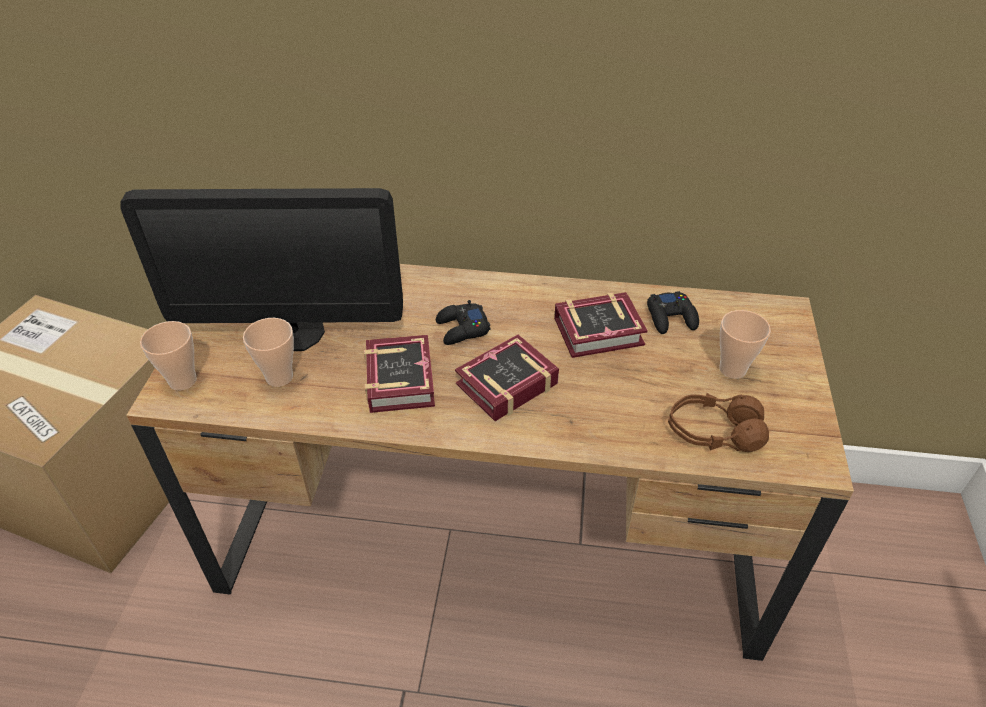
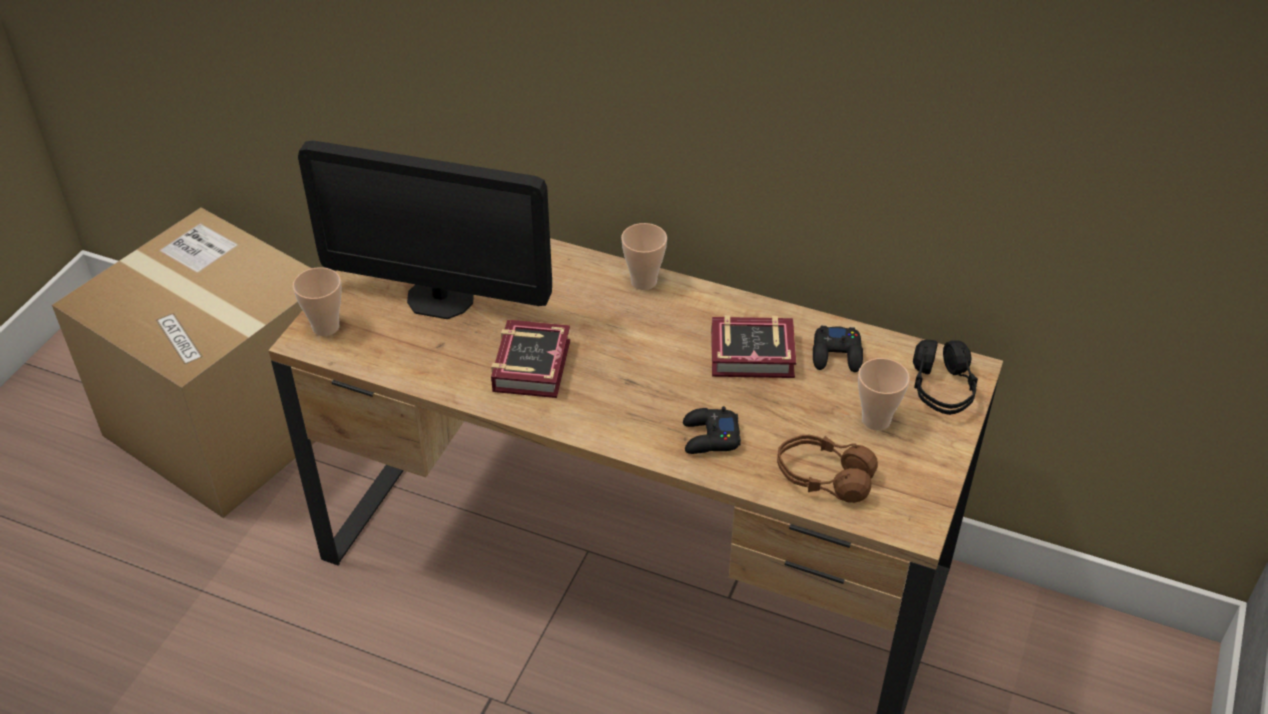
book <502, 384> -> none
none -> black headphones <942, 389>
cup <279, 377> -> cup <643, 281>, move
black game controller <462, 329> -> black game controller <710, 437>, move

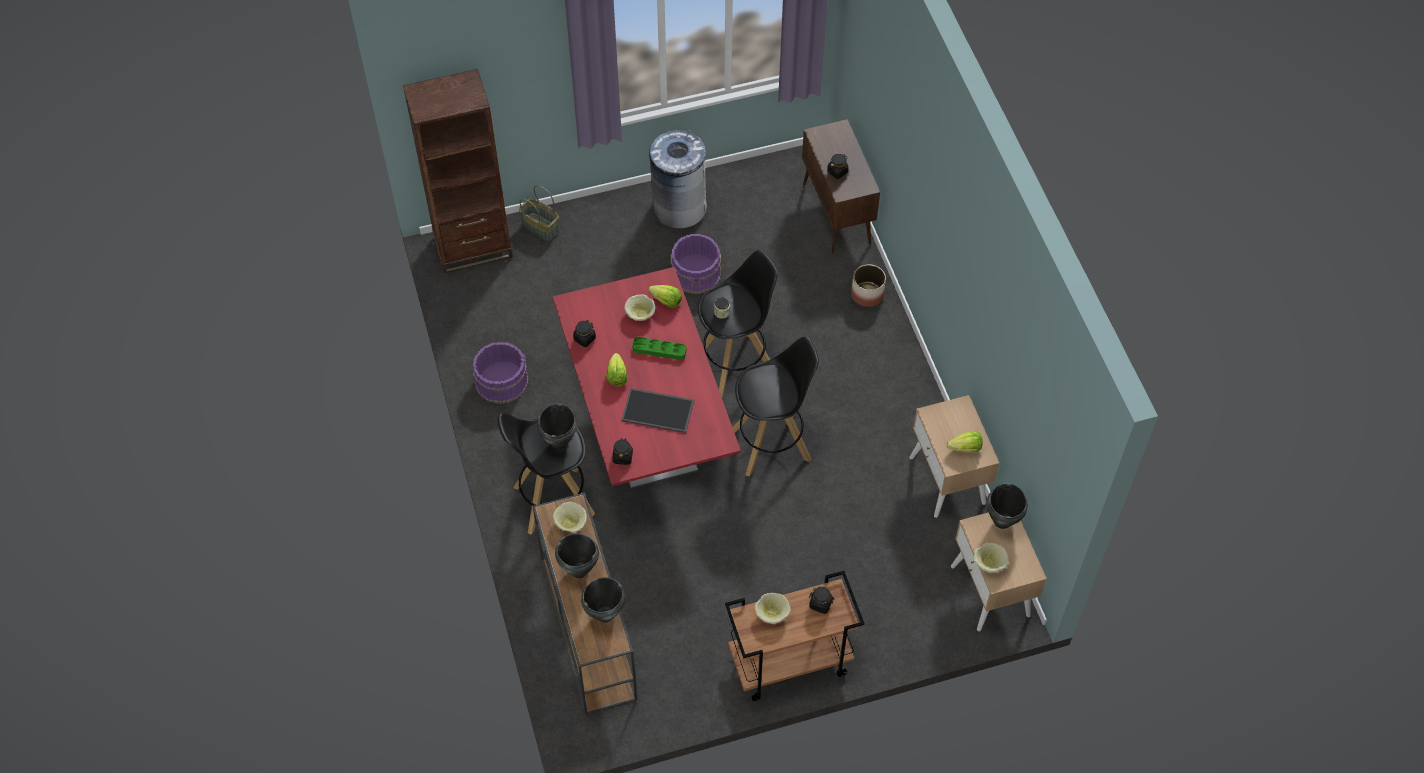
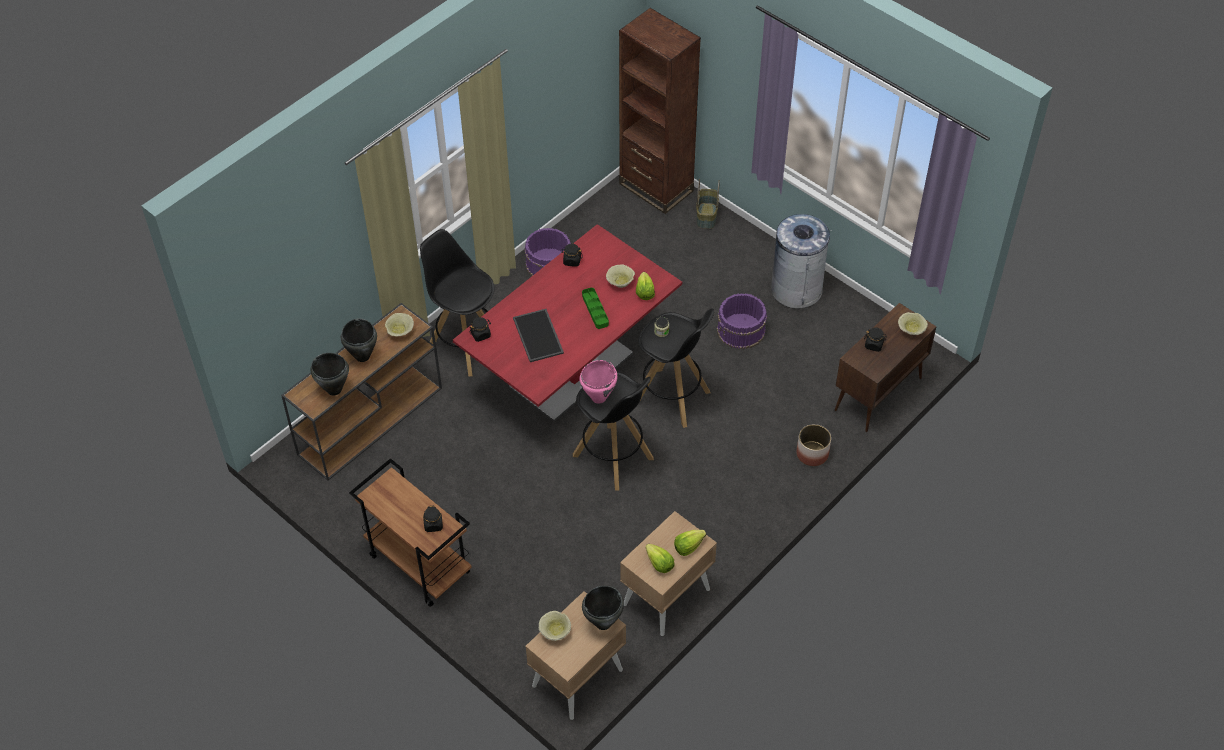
black cooking pot <560, 442> -> none
none -> pink cooking pot <599, 397>
lettuce <617, 376> -> lettuce <688, 546>, move
beige bowl <771, 614> -> beige bowl <910, 330>, move

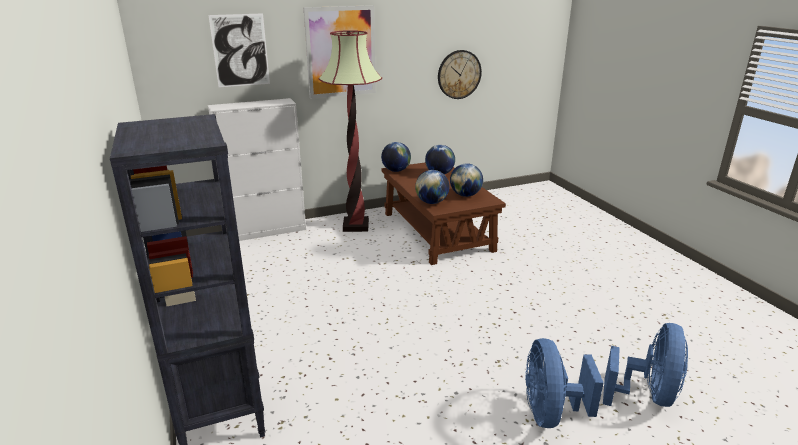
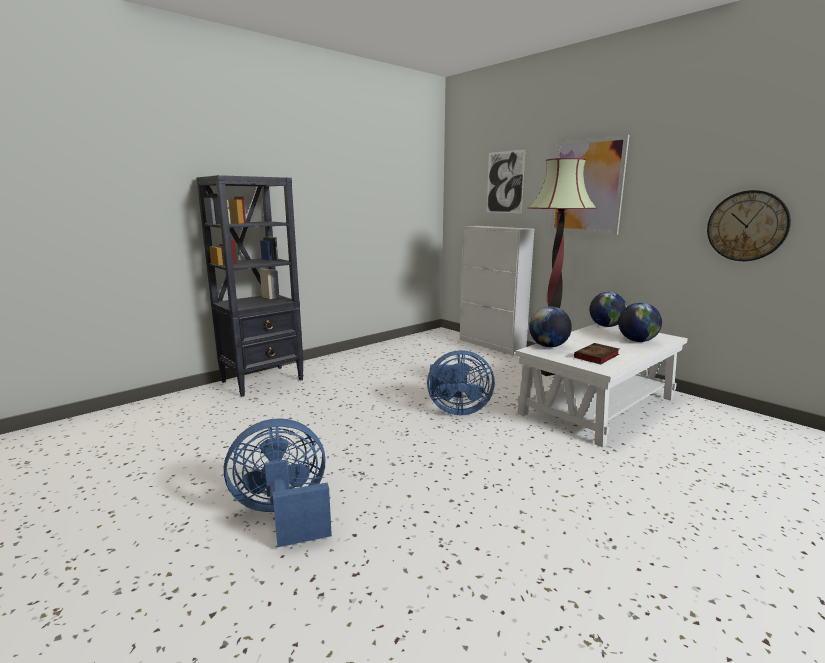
blue fan <647, 395> -> blue fan <456, 410>, move
globe <465, 195> -> book <596, 356>
brown coffee table <437, 231> -> white coffee table <598, 406>

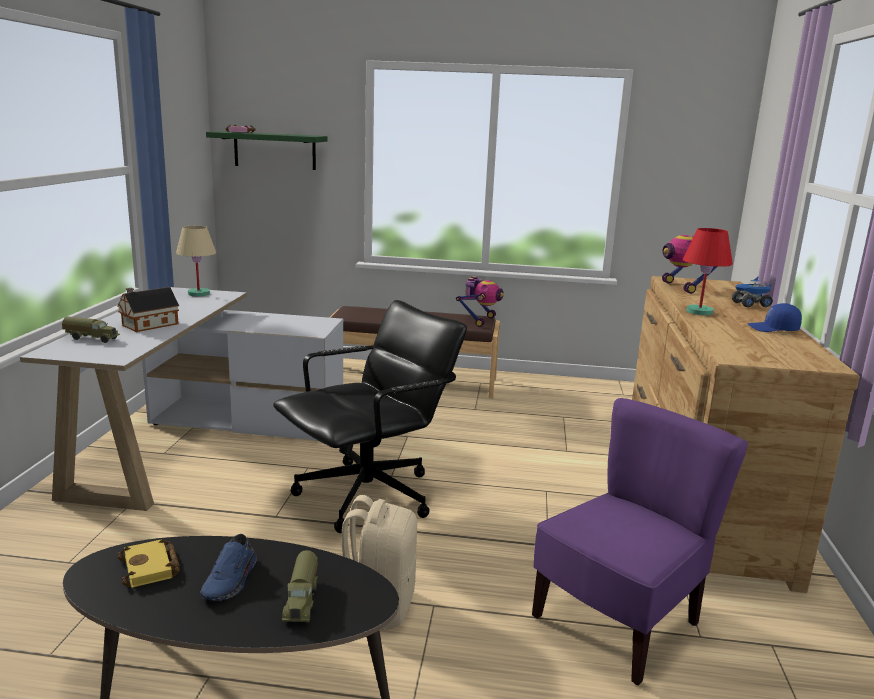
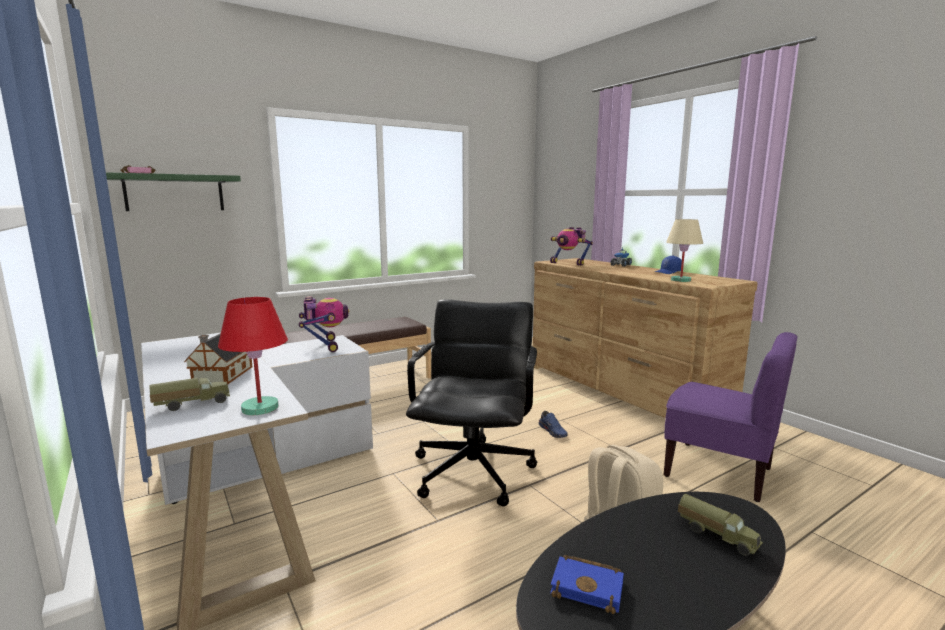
beige table lamp <199, 293> -> beige table lamp <680, 280>, move
blue shoe <232, 581> -> blue shoe <553, 431>, move
toy robot <480, 321> -> toy robot <324, 346>, move
red table lamp <699, 312> -> red table lamp <260, 408>, move
yellow book <151, 568> -> blue book <589, 587>
purple chair <618, 622> -> purple chair <718, 471>, 120 degrees clockwise

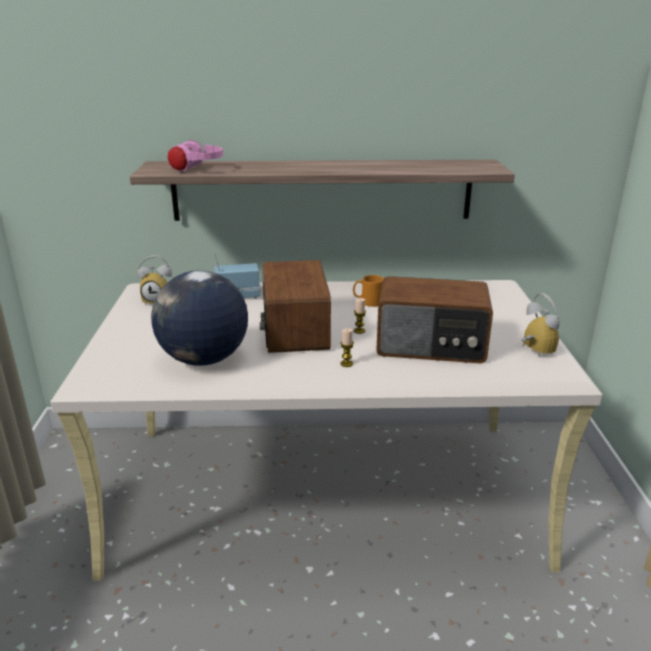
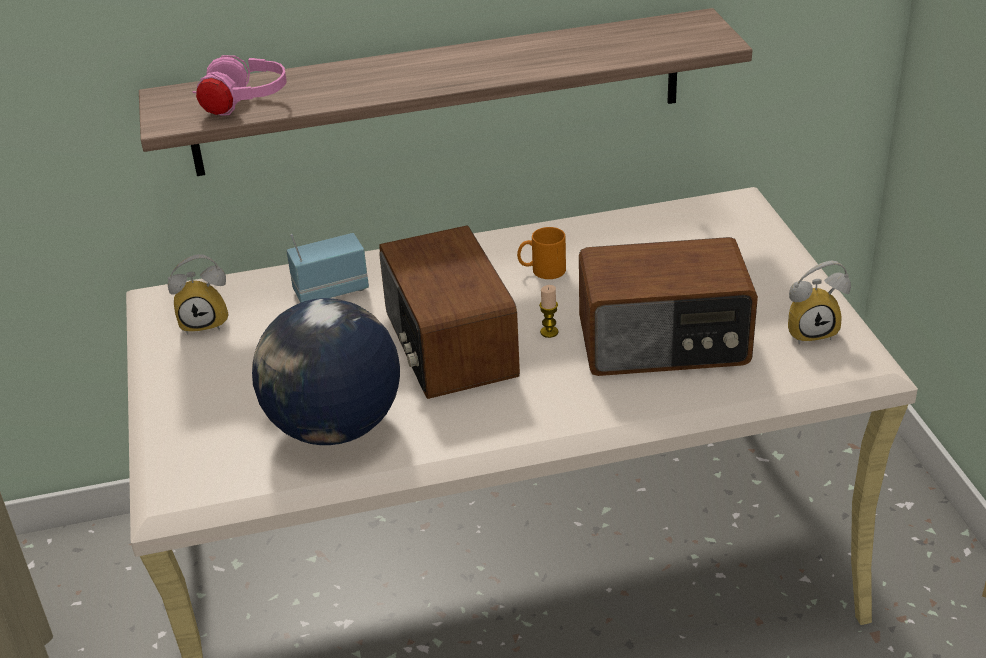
candle <346, 364> -> none
alarm clock <532, 351> -> alarm clock <811, 330>, 120 degrees clockwise

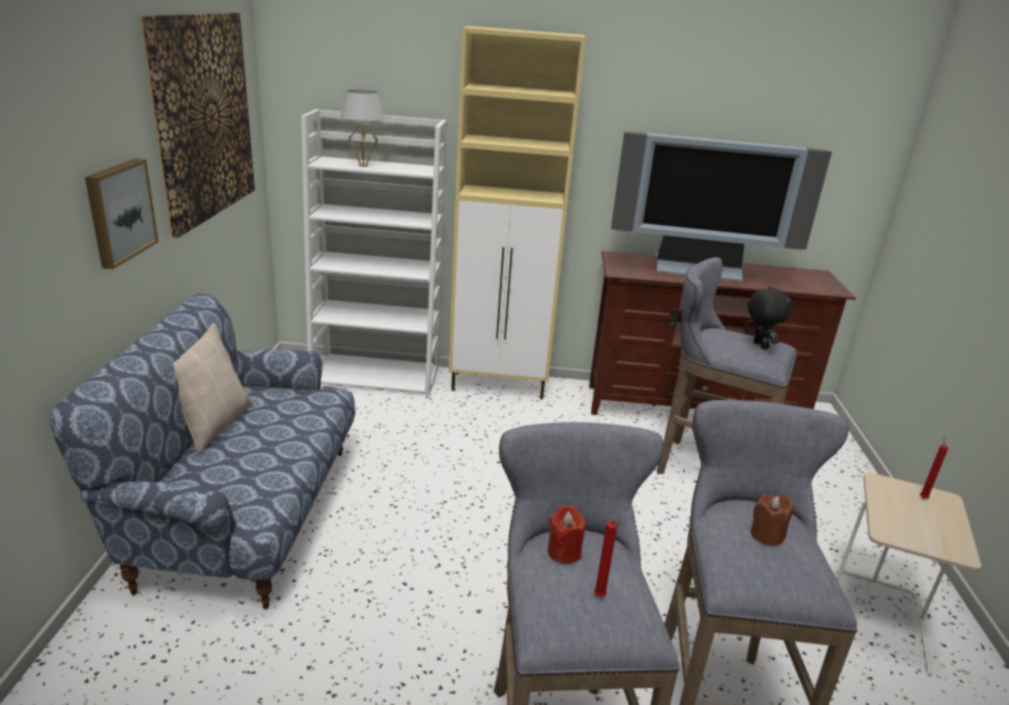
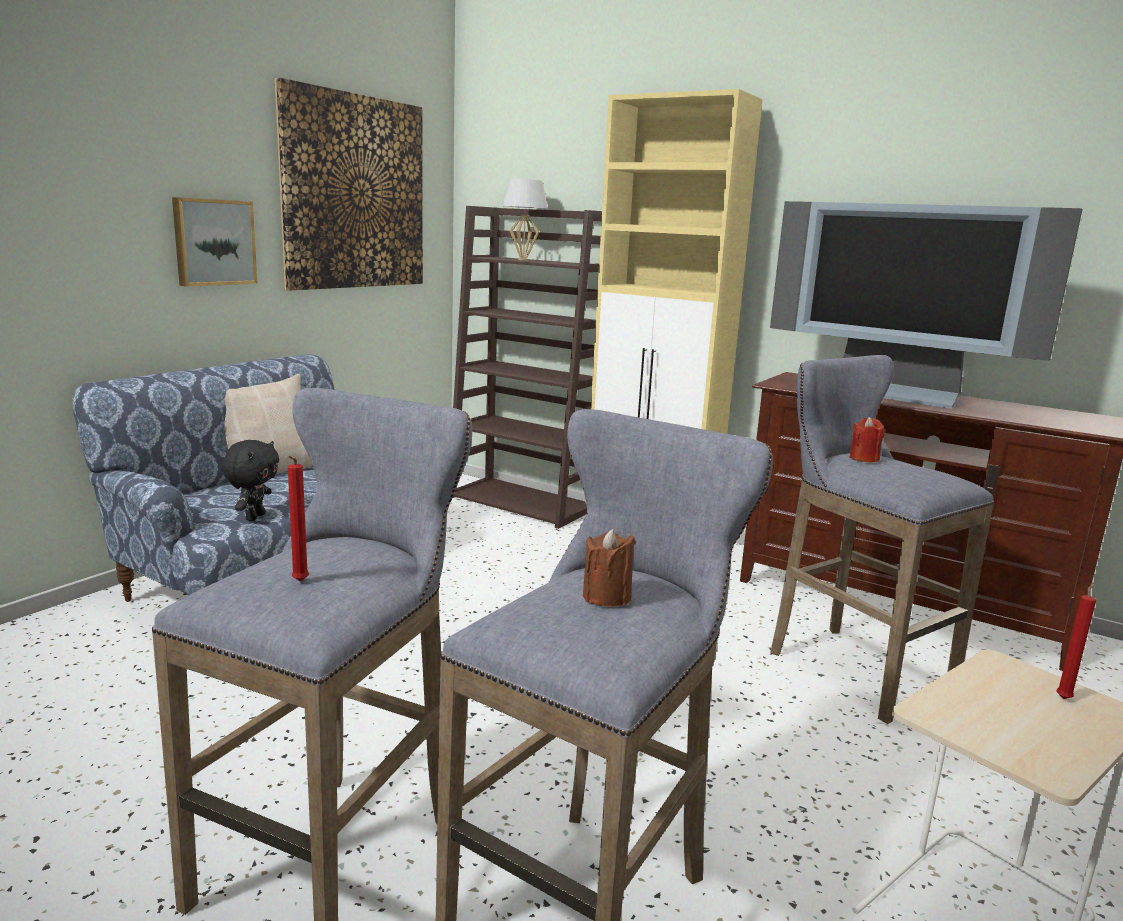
red candle <564, 552> -> red candle <864, 458>, move
black plush toy <759, 346> -> black plush toy <254, 517>, move
white bookcase <377, 375> -> brown bookcase <523, 503>

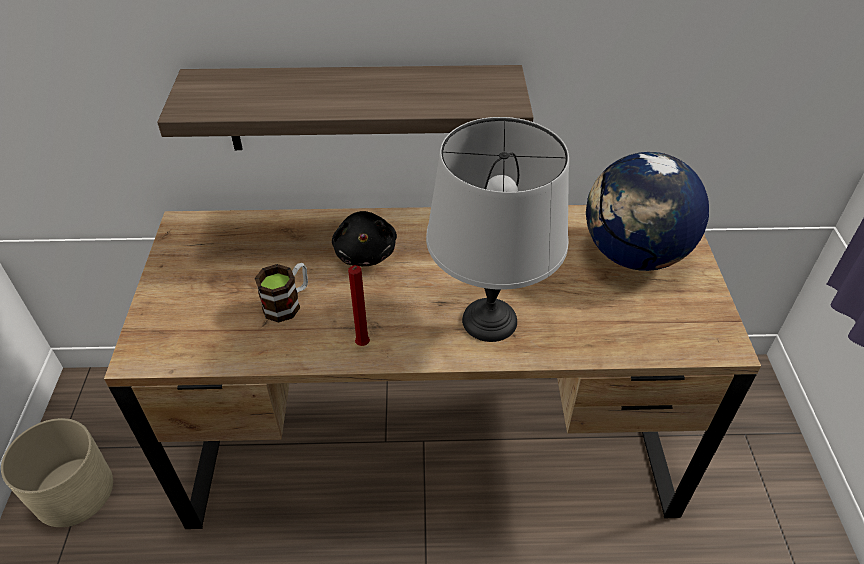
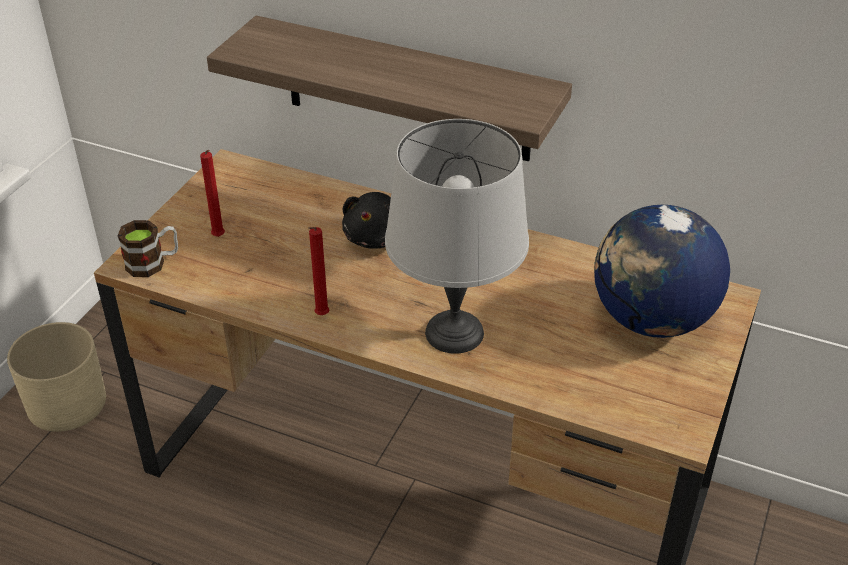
none -> red candle <219, 238>
mug <288, 303> -> mug <153, 263>, move

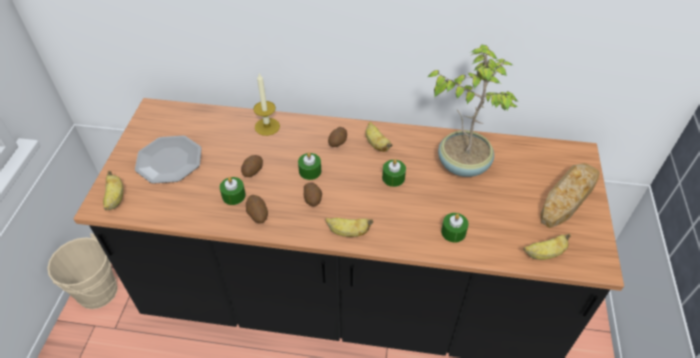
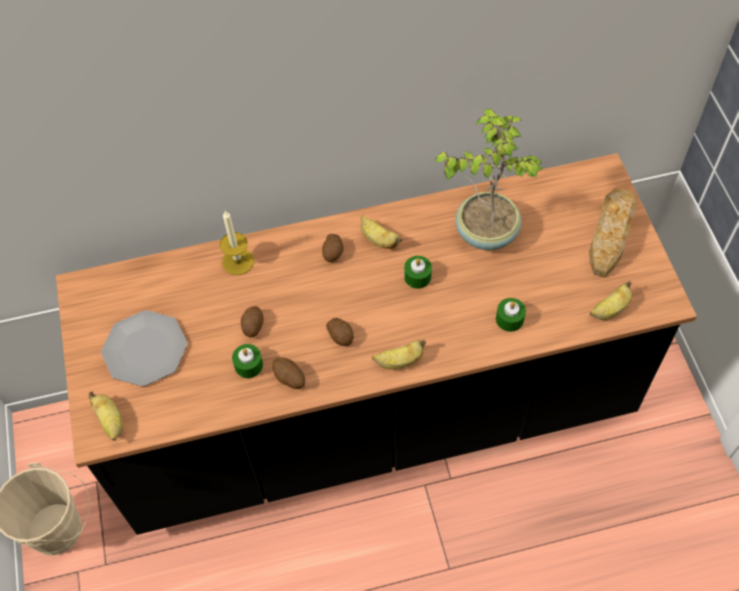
green candle <310, 171> -> none

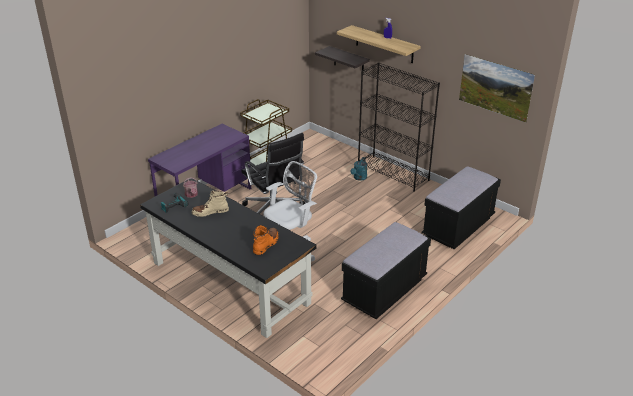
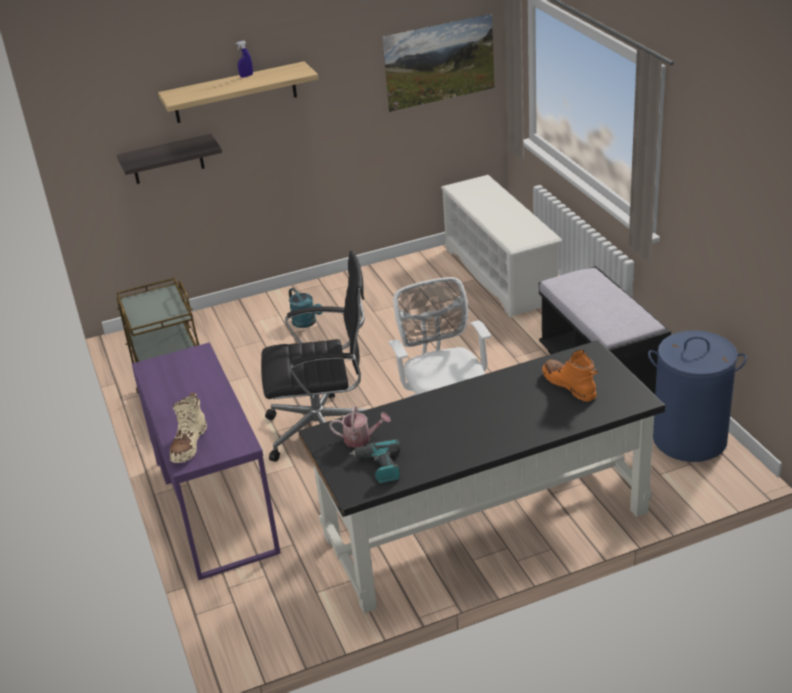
black bookcase <393, 173> -> none
none -> blue laundry basket <689, 439>
beige boot <210, 212> -> beige boot <189, 444>, move
black bench <458, 227> -> white shoe rack <500, 275>

